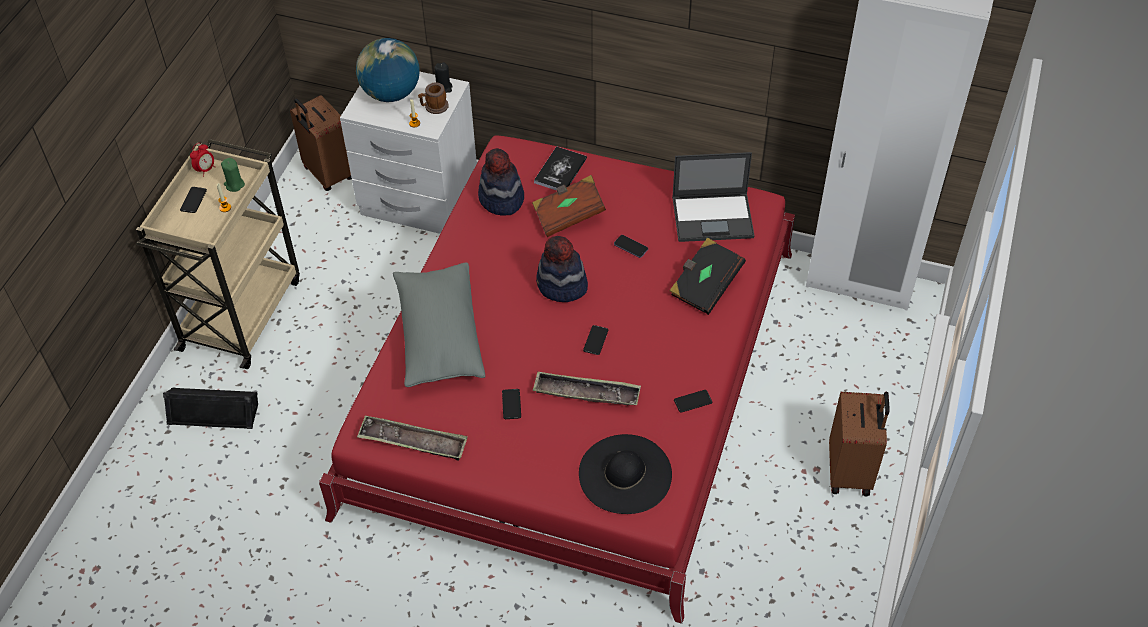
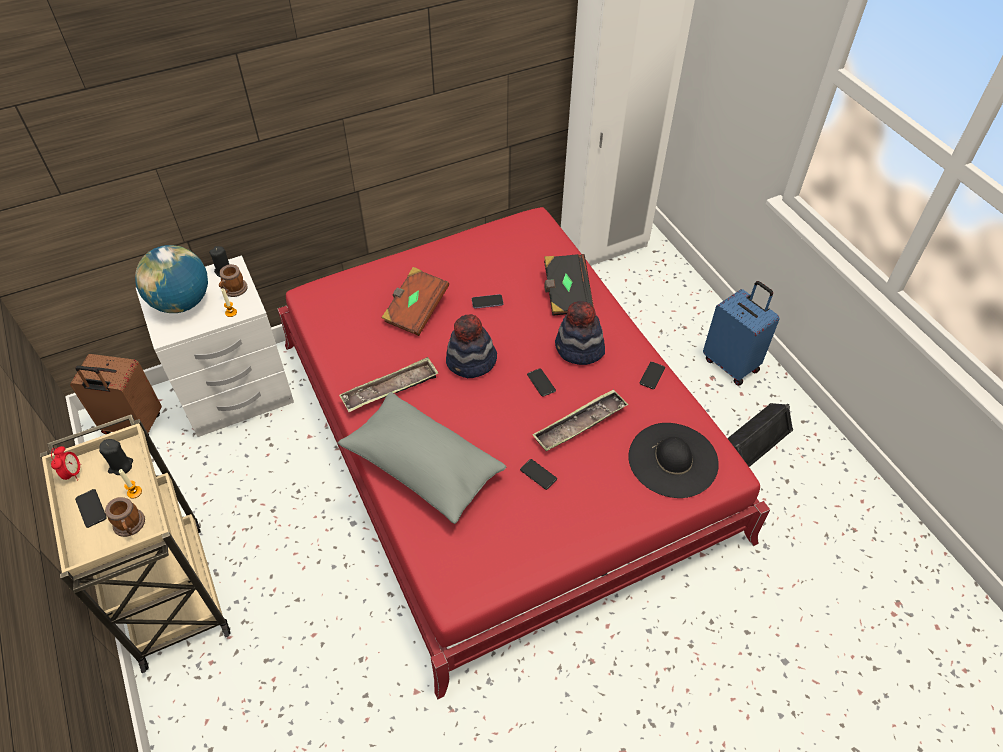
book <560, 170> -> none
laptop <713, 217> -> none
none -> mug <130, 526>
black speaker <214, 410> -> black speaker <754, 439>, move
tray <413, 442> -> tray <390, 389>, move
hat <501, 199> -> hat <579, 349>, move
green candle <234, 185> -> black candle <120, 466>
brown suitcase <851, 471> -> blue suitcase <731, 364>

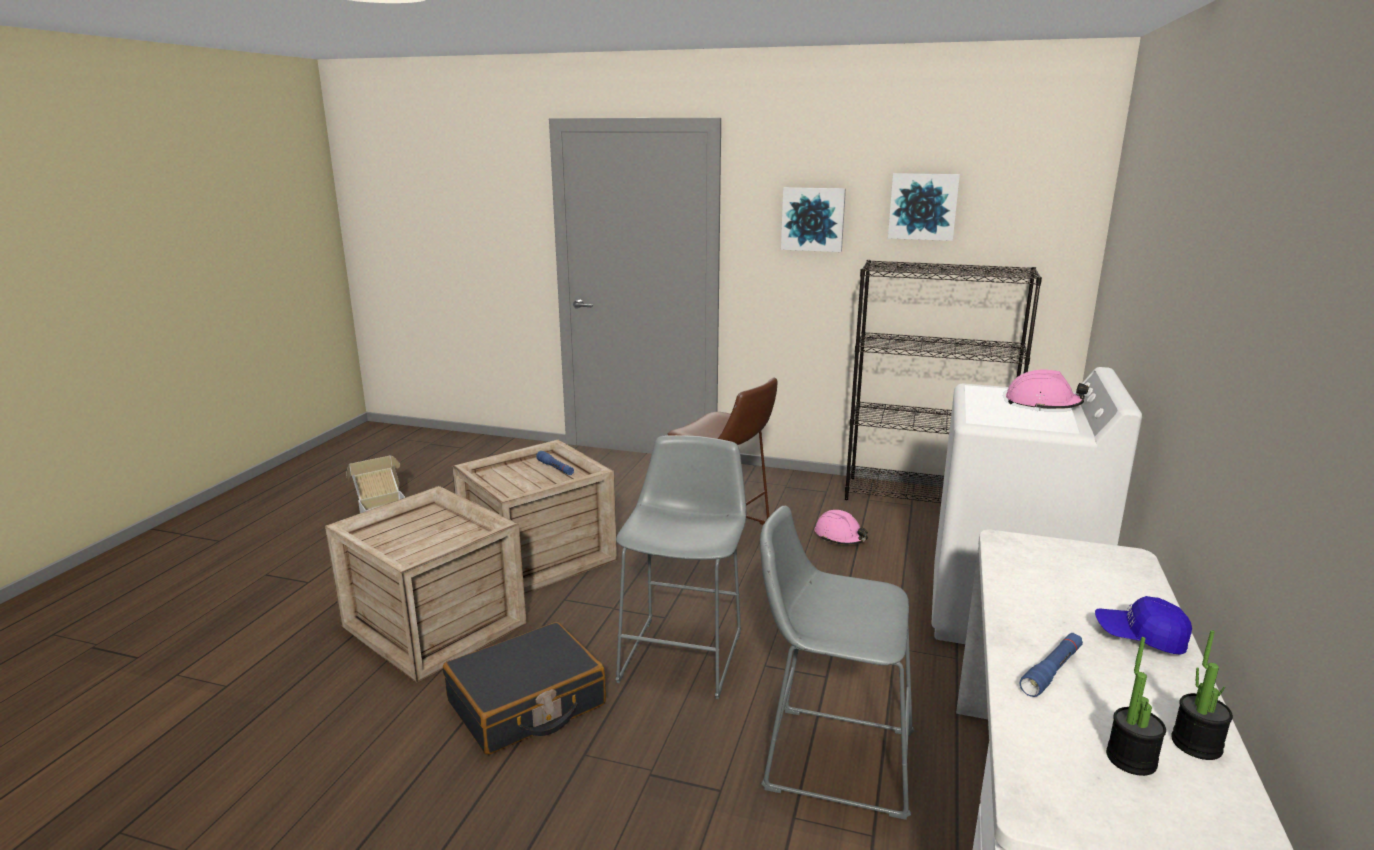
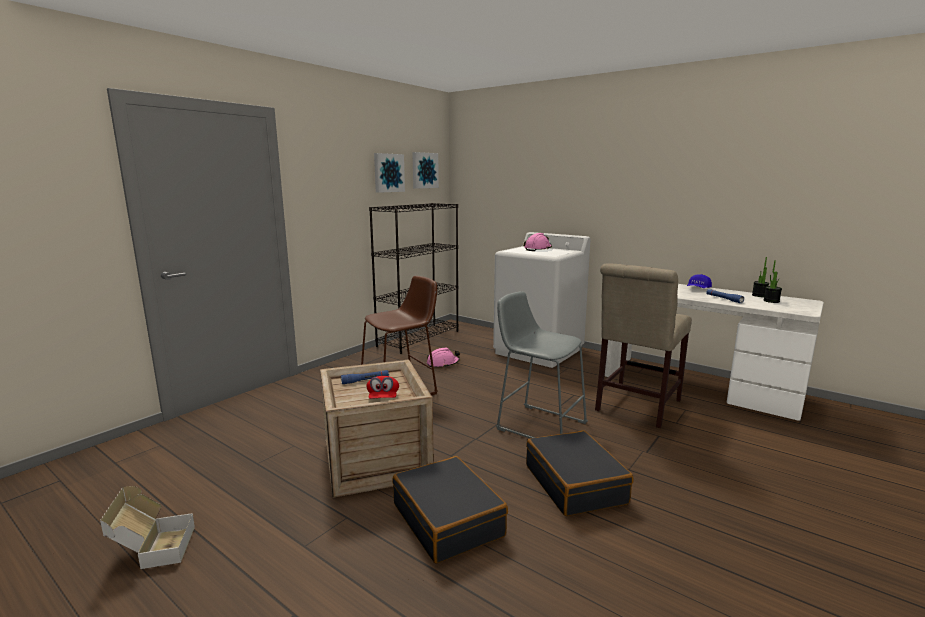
none -> red cap <383, 399>
picture <813, 219> -> picture <424, 170>, move
crate <434, 623> -> black suitcase <448, 520>
grey stool <830, 757> -> beige chair <635, 407>

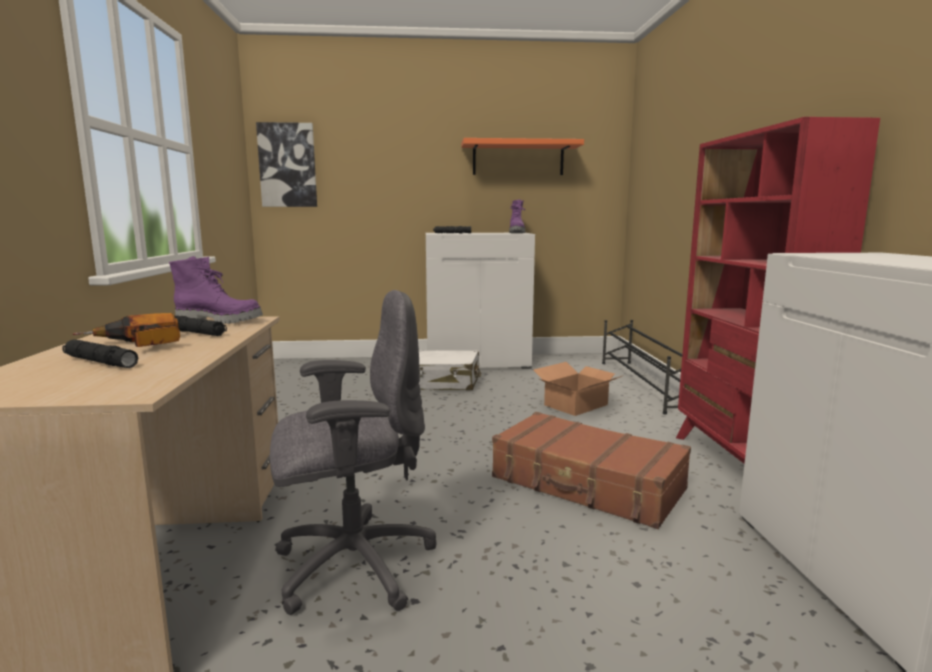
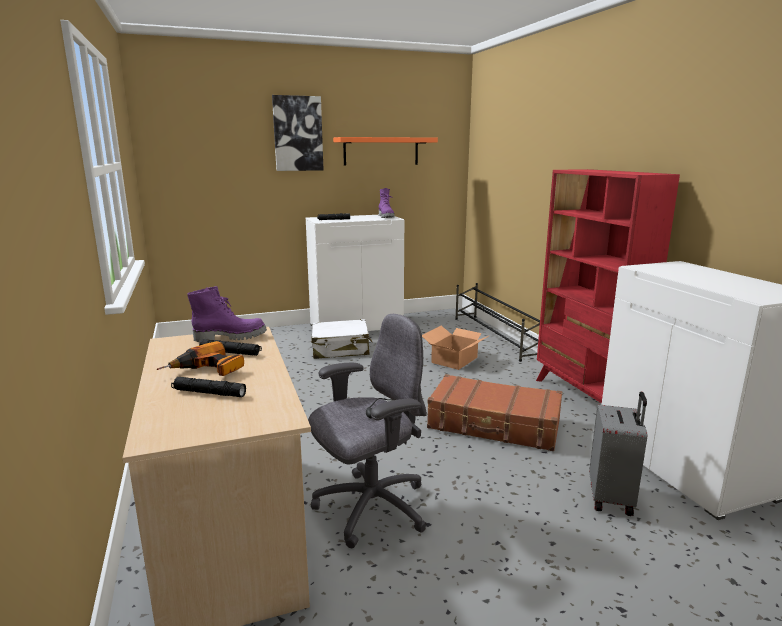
none -> grey suitcase <612, 498>
picture <287, 165> -> picture <298, 133>, move

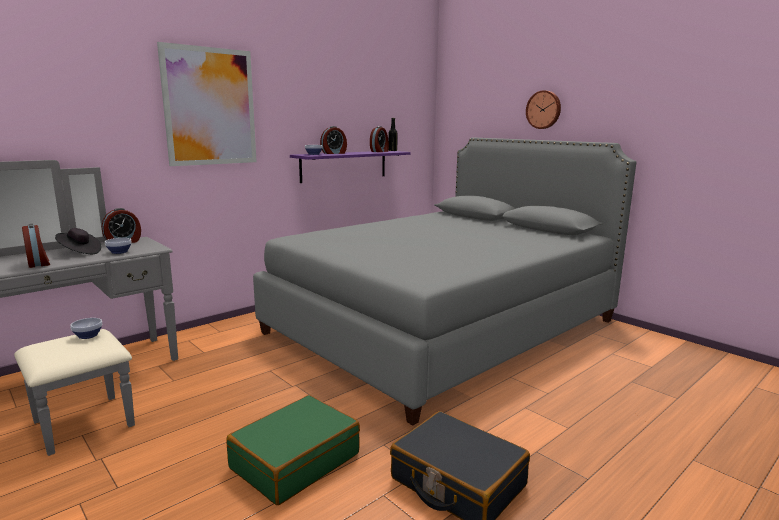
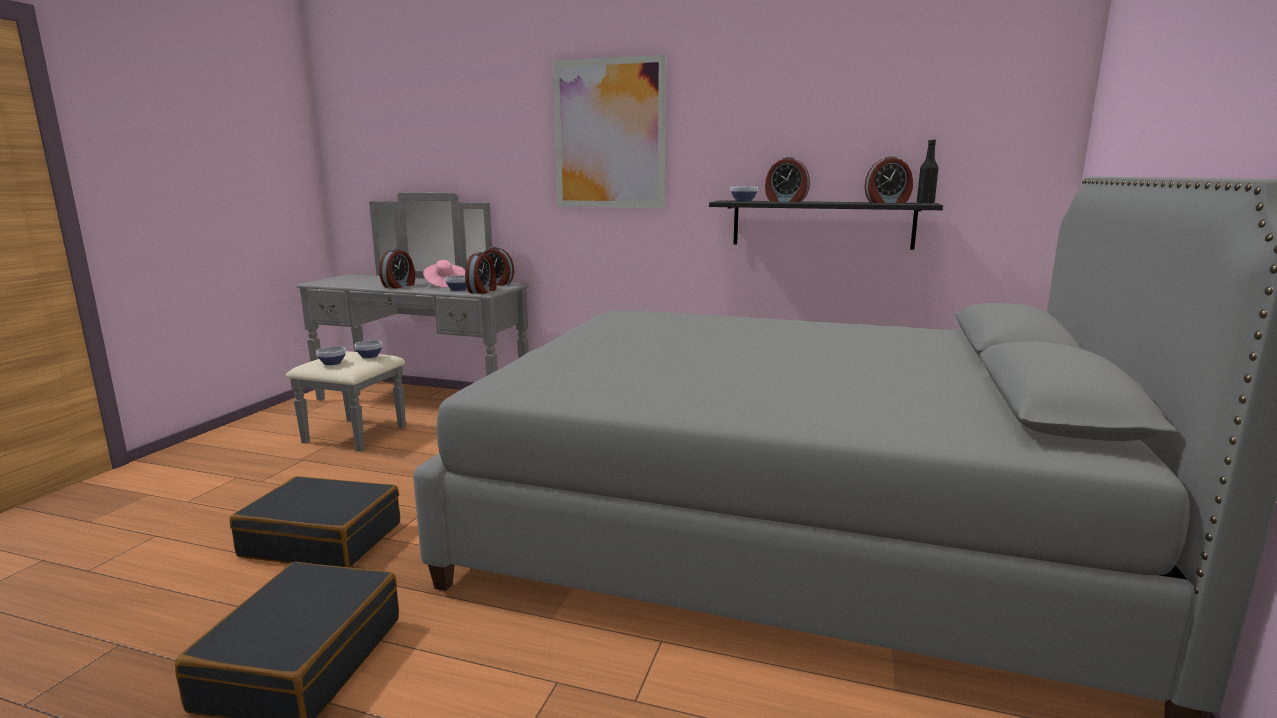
wall clock <544, 109> -> none
none -> bowl <332, 363>
none -> alarm clock <483, 291>
black hat <79, 252> -> pink hat <444, 284>
green suitcase <295, 460> -> black suitcase <323, 539>
purple shelf <344, 166> -> black shelf <822, 224>

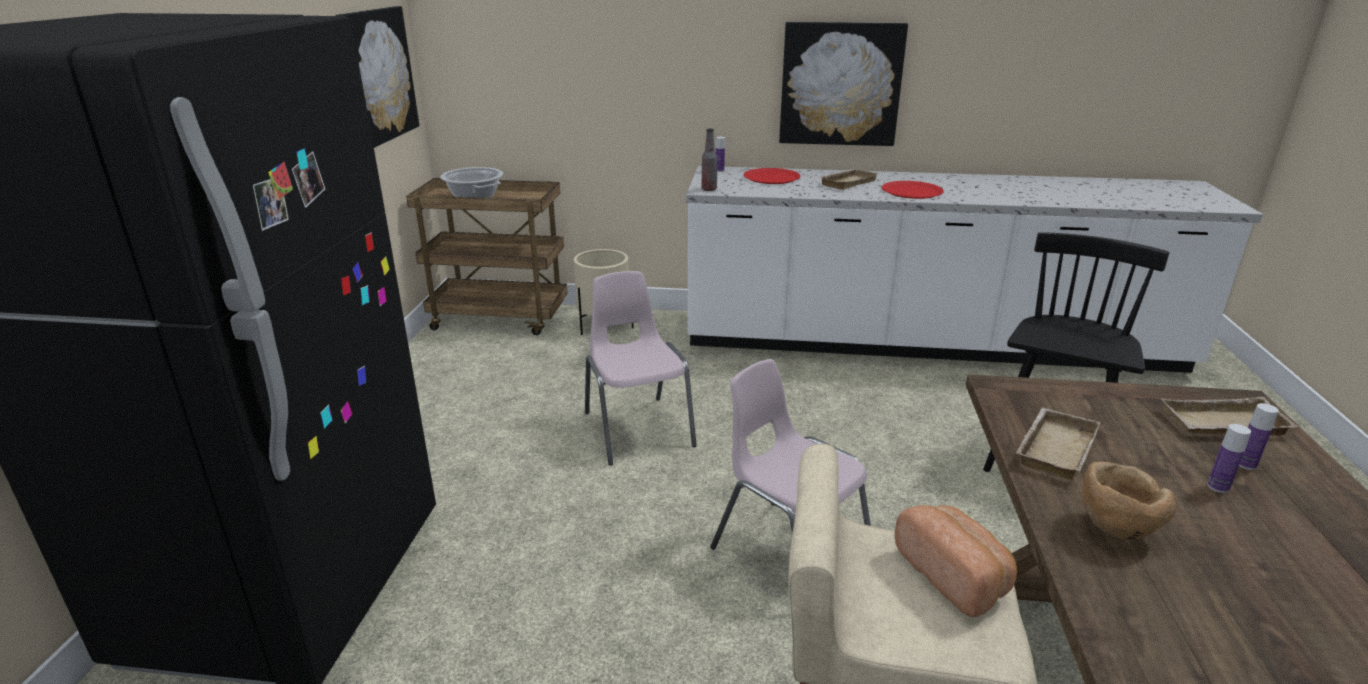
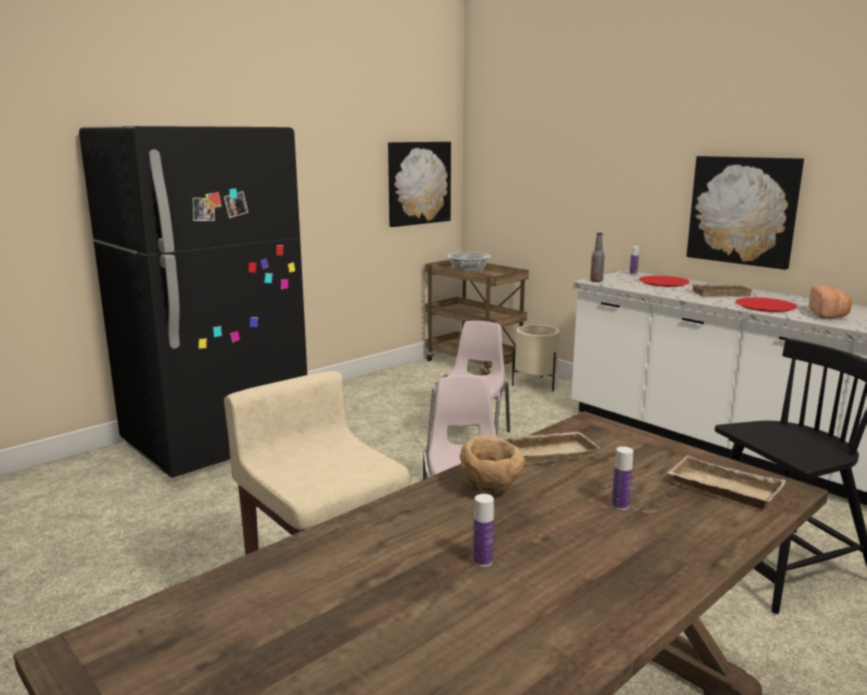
bread <954, 576> -> bread <829, 315>, move
bottle <1245, 464> -> bottle <482, 561>, move

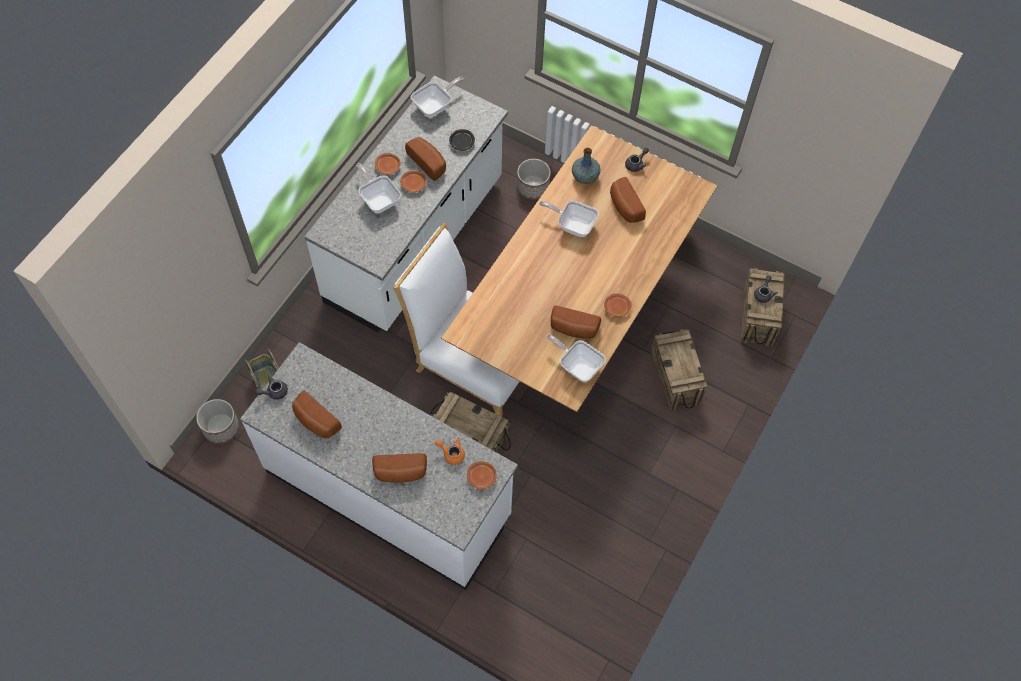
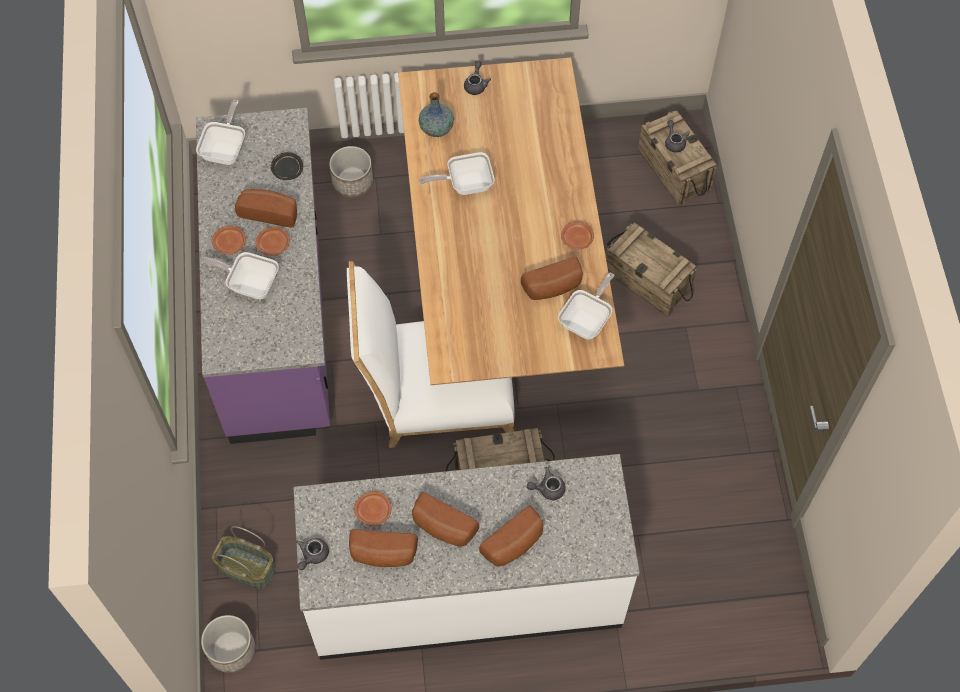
brown plate <482, 477> -> brown plate <374, 511>, move
bread <624, 207> -> bread <442, 528>, move
white counter <416, 241> -> purple counter <277, 315>
orange teapot <451, 453> -> grey teapot <547, 489>
frying pan <577, 365> -> frying pan <587, 320>, 120 degrees clockwise

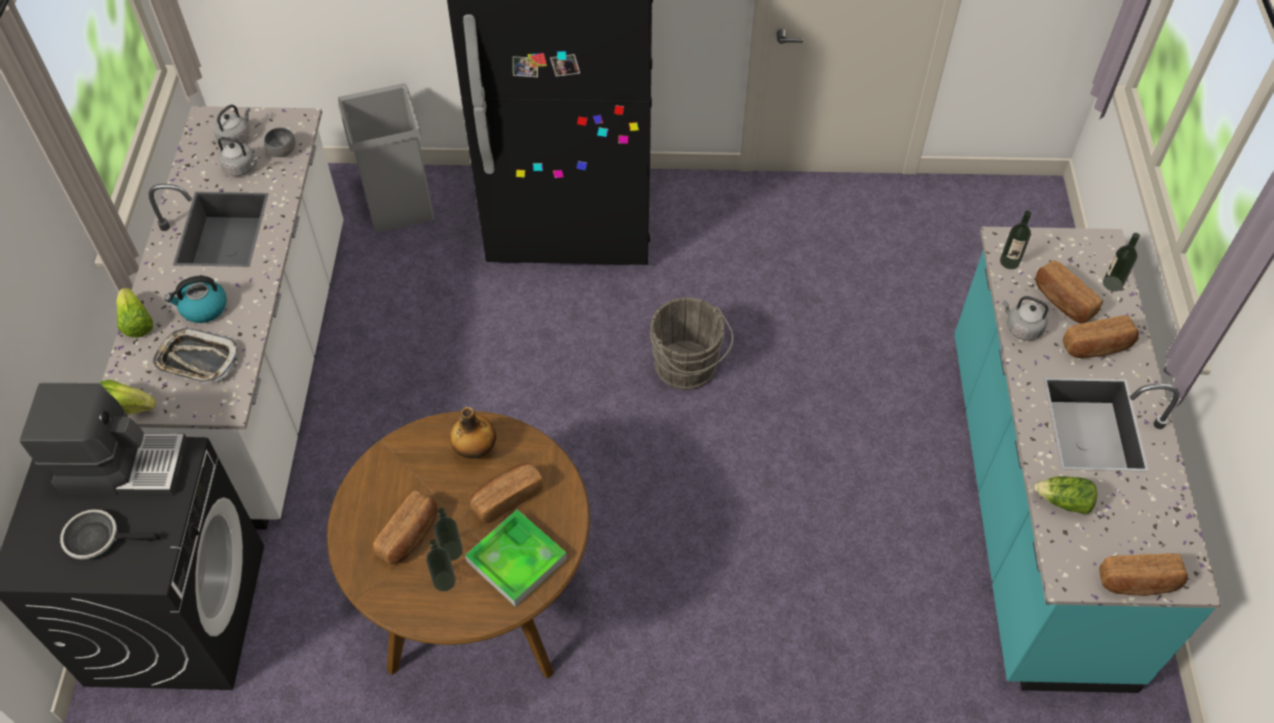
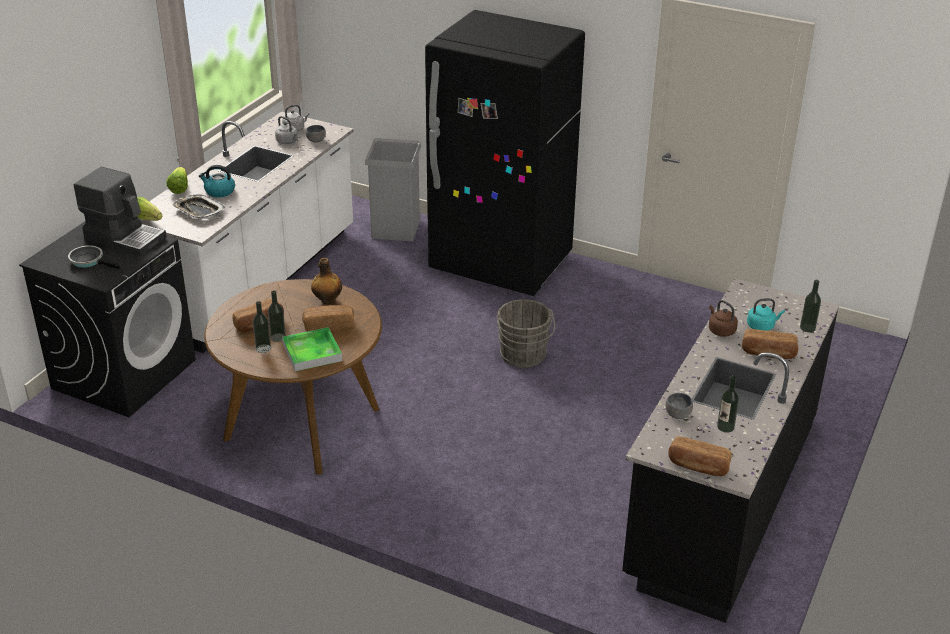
bottle <1009, 261> -> bottle <725, 427>, move
lettuce <1063, 502> -> grey bowl <678, 415>
bread <1062, 301> -> turquoise kettle <762, 326>
turquoise counter <1032, 504> -> black counter <721, 498>
grey kettle <1021, 328> -> brown kettle <720, 330>

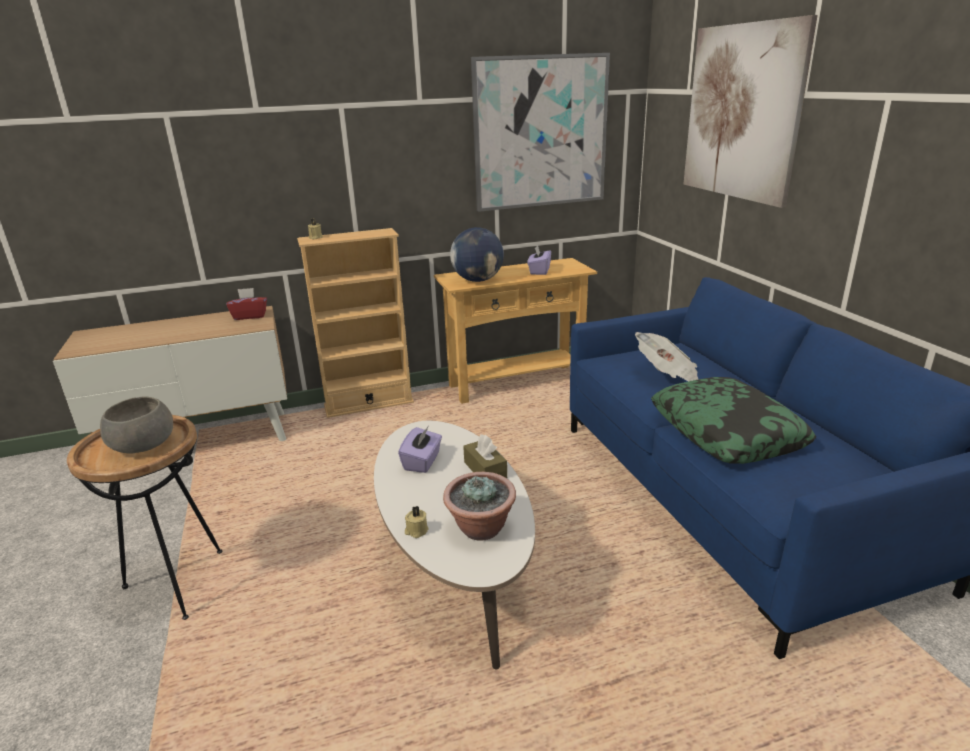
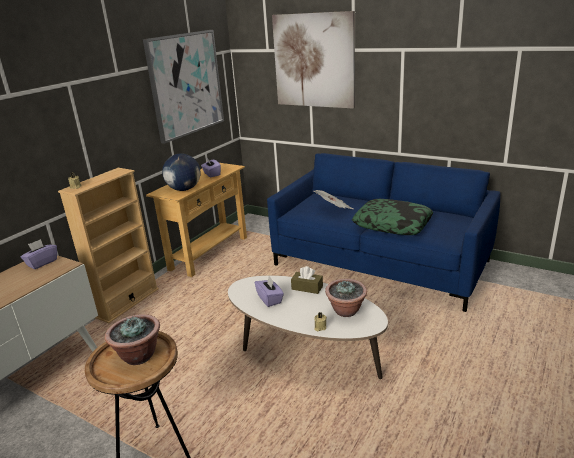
grey bowl <142, 445> -> potted plant <138, 355>
red tissue box <250, 316> -> purple tissue box <42, 263>

